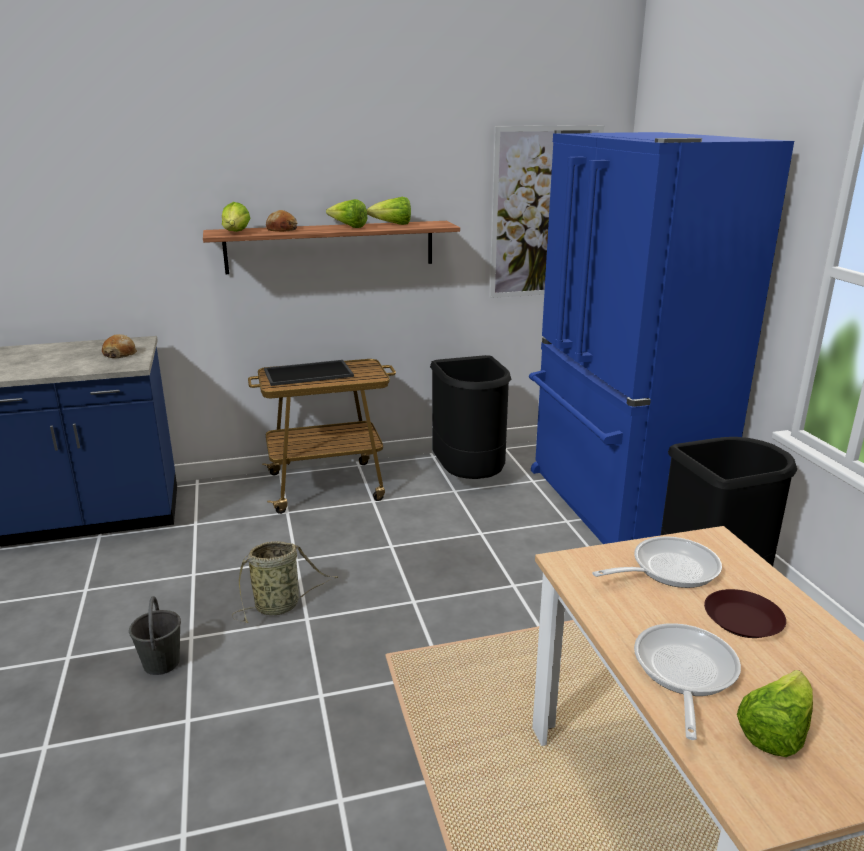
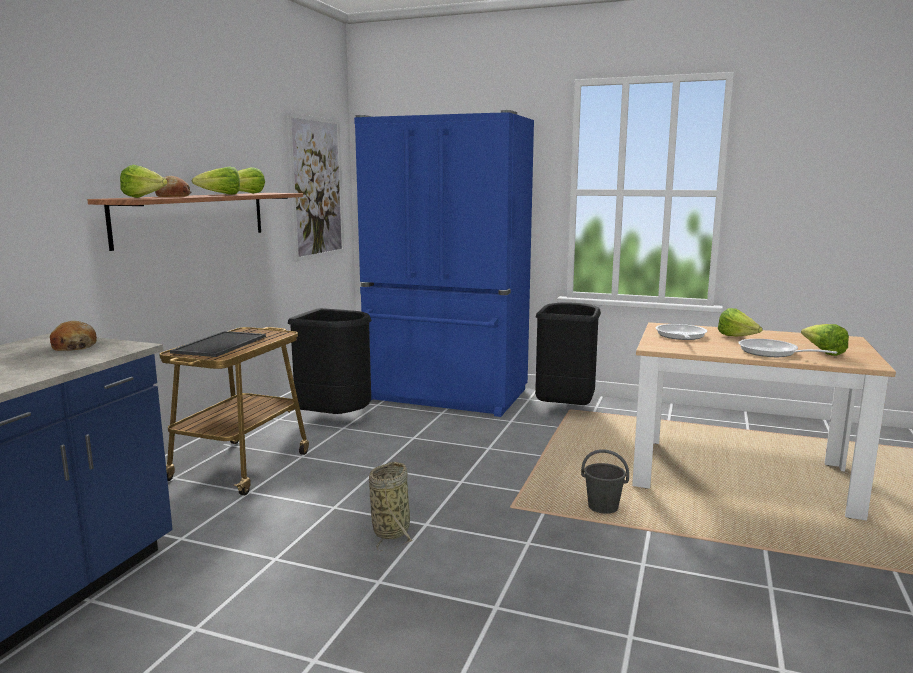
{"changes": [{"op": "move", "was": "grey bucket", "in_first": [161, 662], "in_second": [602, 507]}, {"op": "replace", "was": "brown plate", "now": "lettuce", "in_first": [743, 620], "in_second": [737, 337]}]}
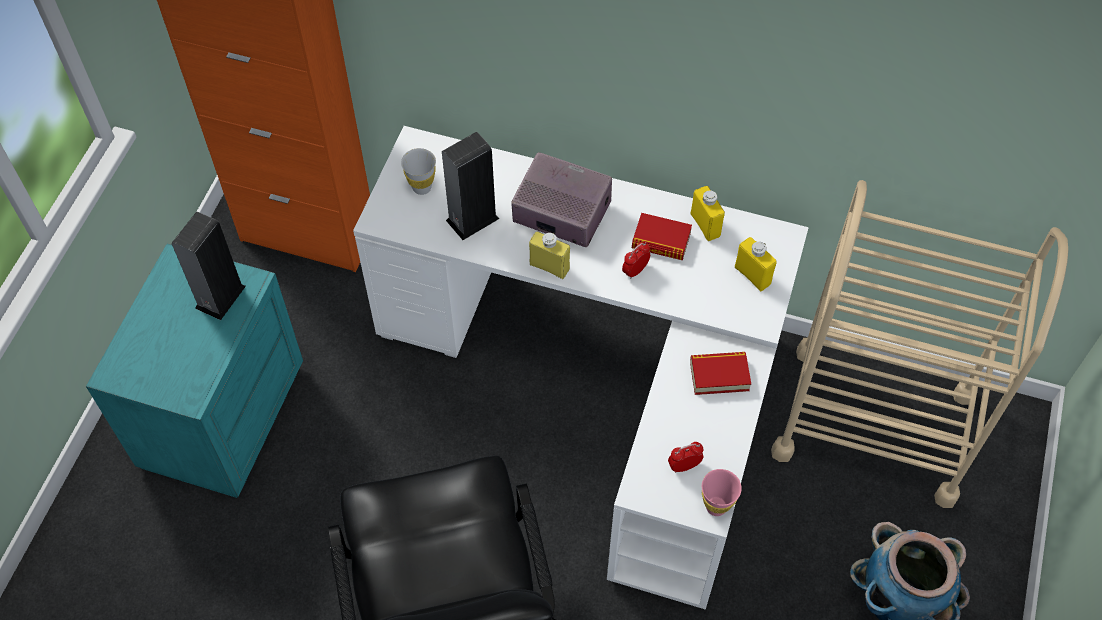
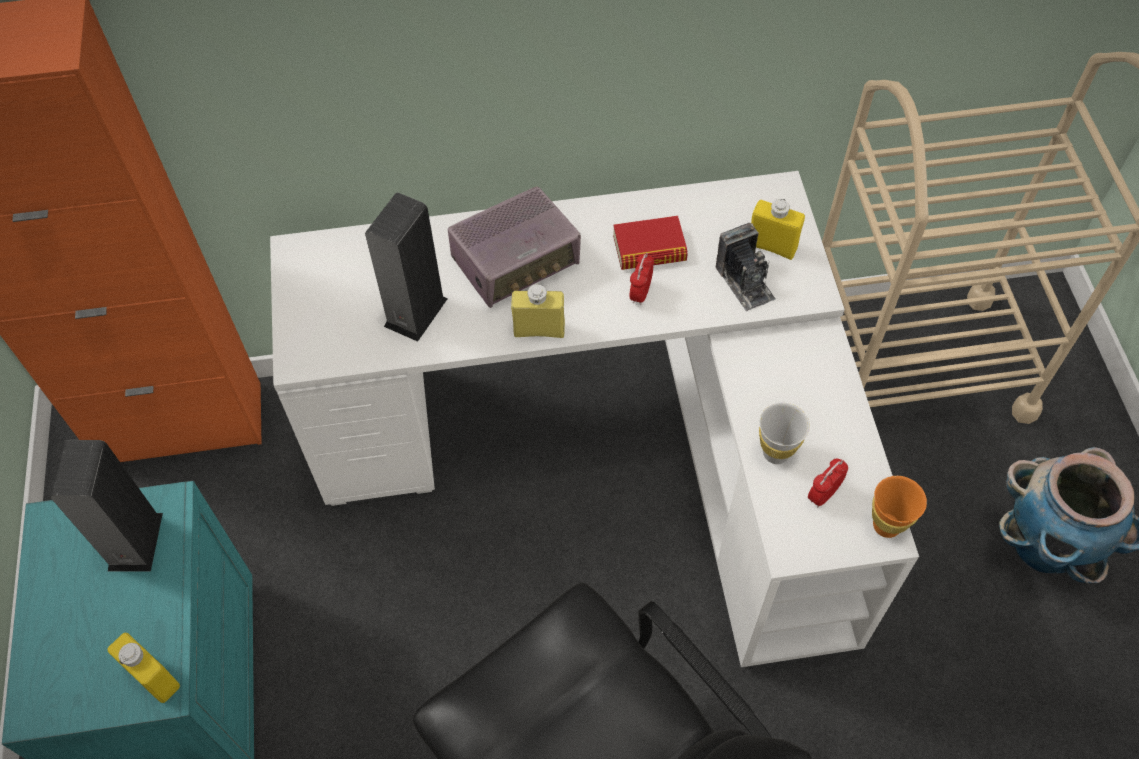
{"changes": [{"op": "delete", "was": "book", "in_first": [719, 376]}, {"op": "insert", "now": "photo camera", "in_second": [744, 282]}, {"op": "move", "was": "white cup", "in_first": [422, 187], "in_second": [776, 453]}, {"op": "move", "was": "yellow bottle", "in_first": [705, 225], "in_second": [153, 677]}, {"op": "recolor", "was": "pink cup", "now": "orange cup", "in_first": [716, 506], "in_second": [886, 525]}, {"op": "rotate", "was": "radio", "in_first": [561, 212], "in_second": [516, 261], "clockwise": 150}]}
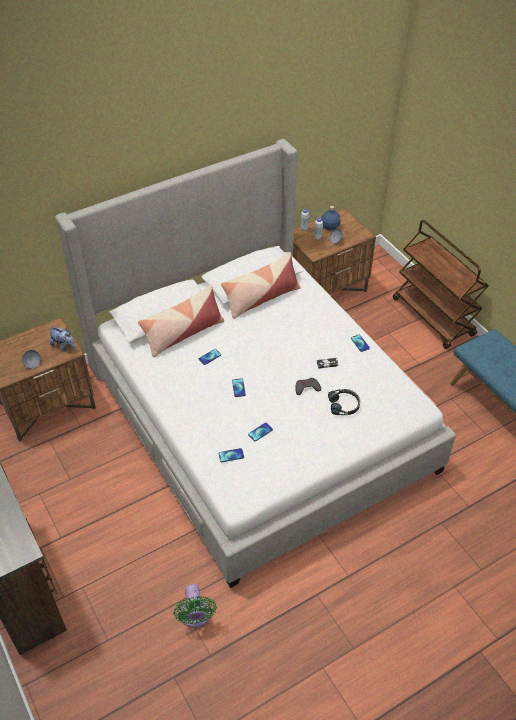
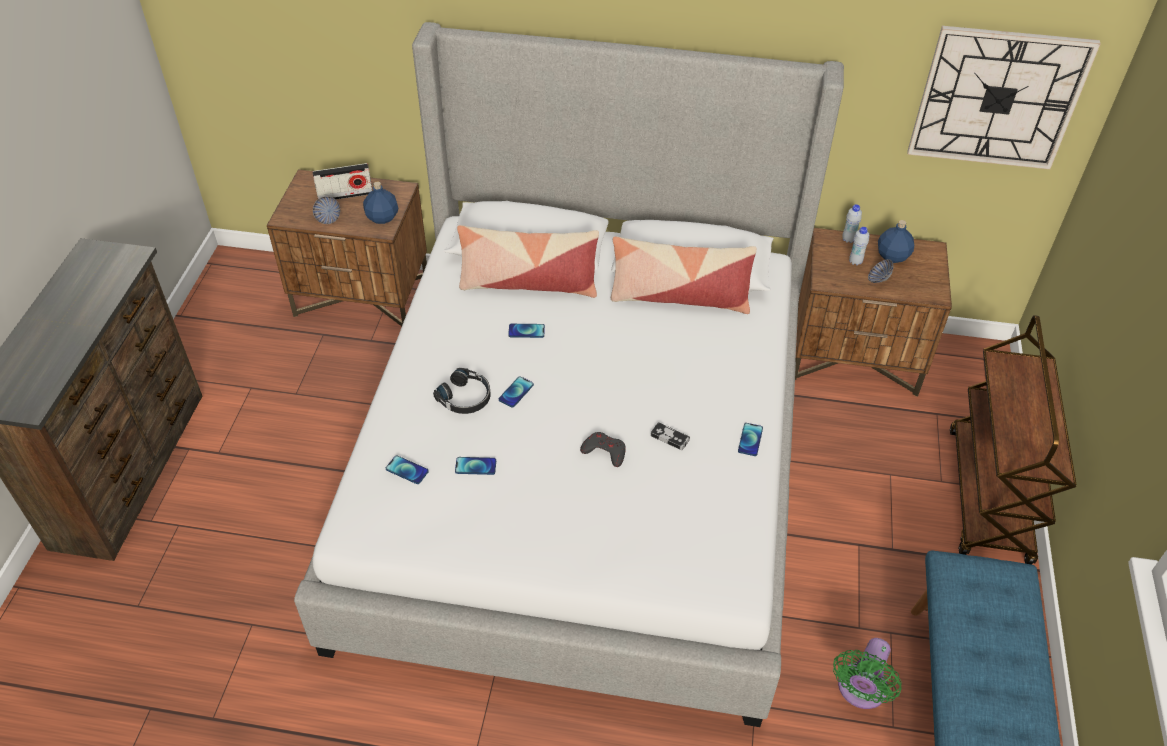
{"changes": [{"op": "insert", "now": "radio", "in_second": [345, 195]}, {"op": "insert", "now": "wall clock", "in_second": [998, 98]}, {"op": "move", "was": "green fan", "in_first": [195, 617], "in_second": [860, 691]}, {"op": "move", "was": "black headphones", "in_first": [344, 405], "in_second": [465, 397]}, {"op": "replace", "was": "plush toy", "now": "blue bottle", "in_first": [64, 346], "in_second": [383, 218]}]}
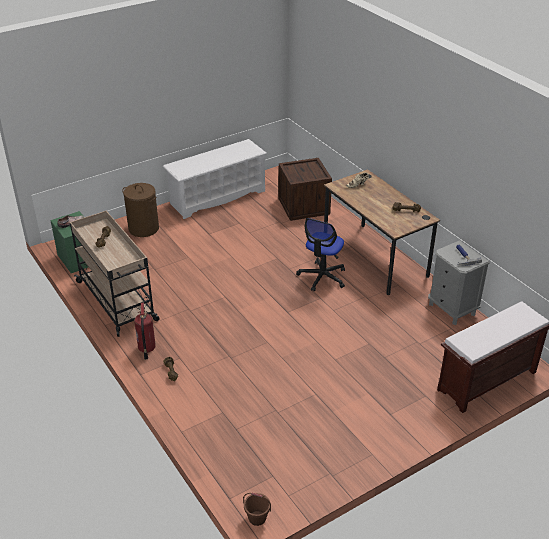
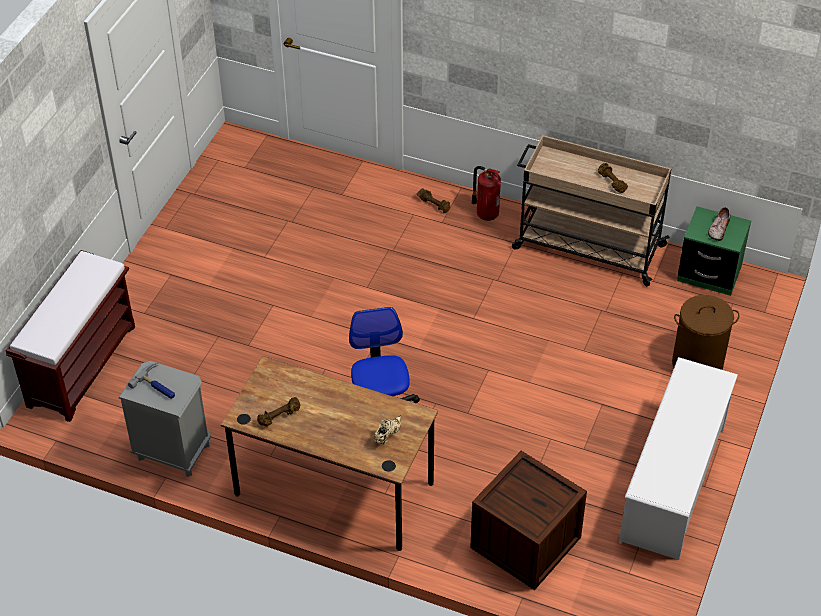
{"changes": [{"op": "delete", "was": "brown bucket", "in_first": [257, 518]}]}
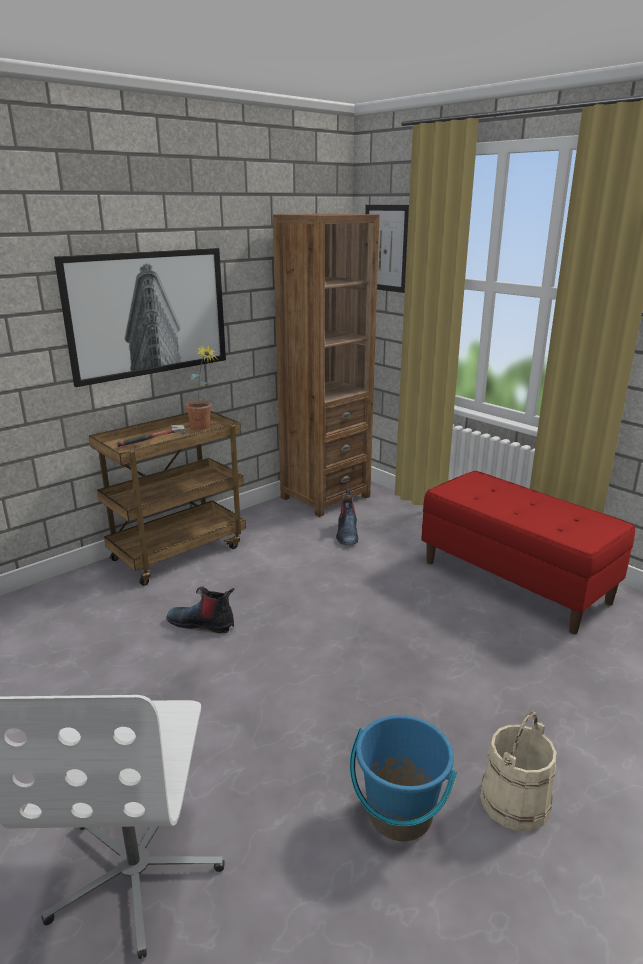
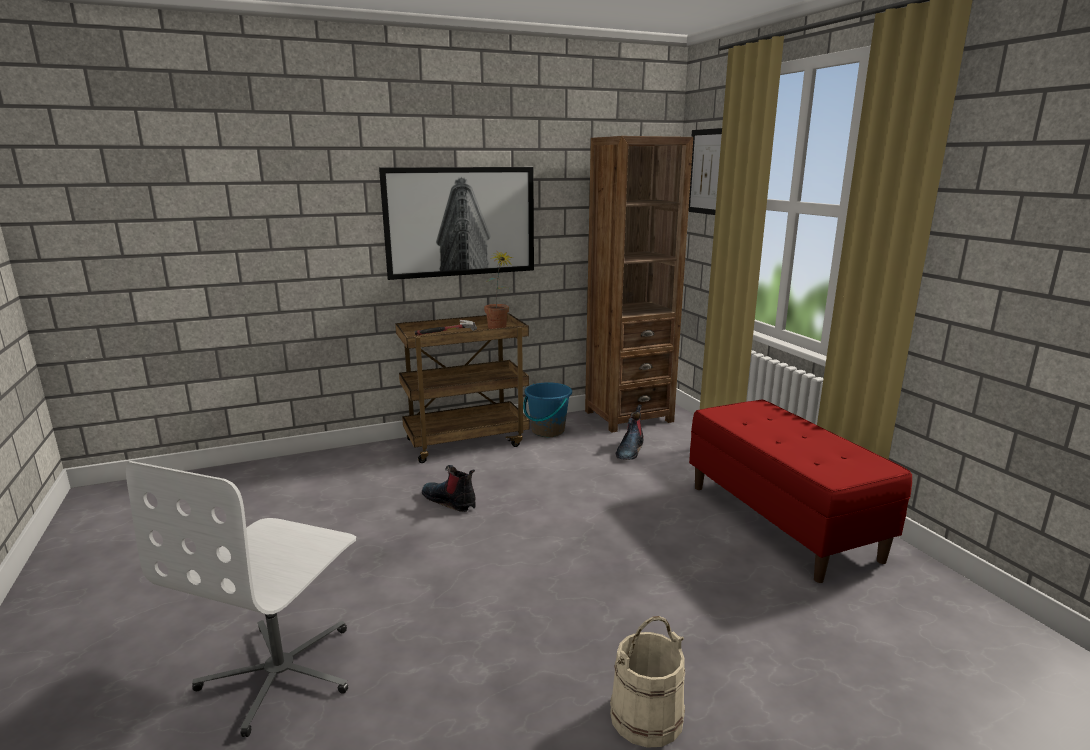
{"changes": [{"op": "move", "was": "blue bucket", "in_first": [399, 814], "in_second": [547, 431]}]}
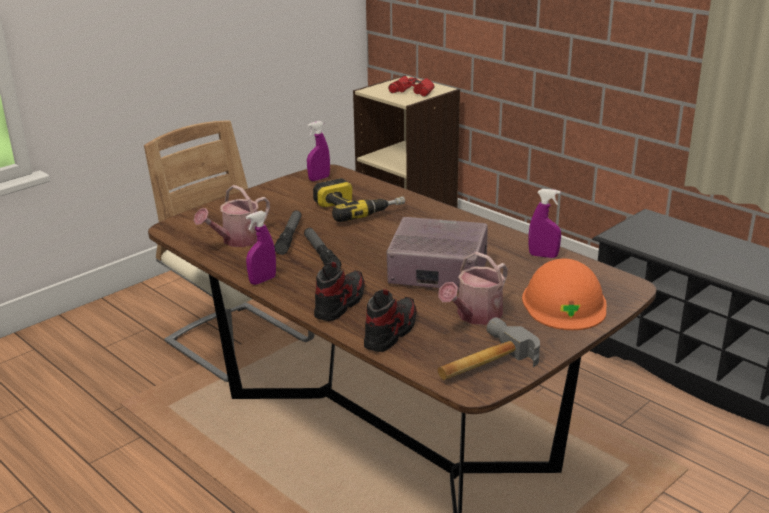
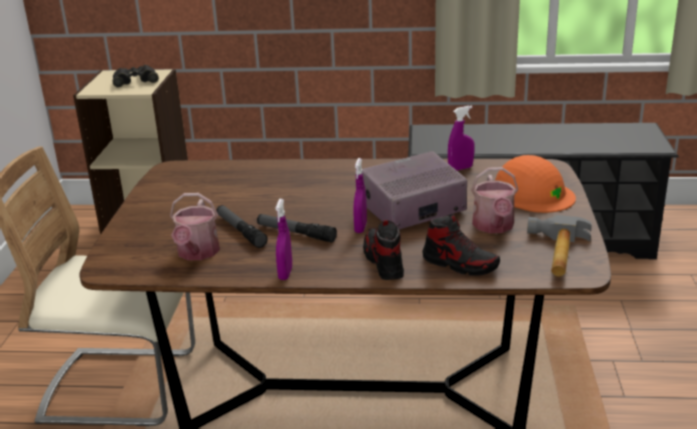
{"changes": [{"op": "delete", "was": "power drill", "in_first": [357, 208]}, {"op": "move", "was": "purple spray bottle", "in_first": [319, 179], "in_second": [360, 228]}, {"op": "recolor", "was": "red binoculars", "now": "black binoculars", "in_first": [413, 91], "in_second": [135, 81]}, {"op": "rotate", "was": "shoe", "in_first": [390, 332], "in_second": [460, 264], "clockwise": 135}]}
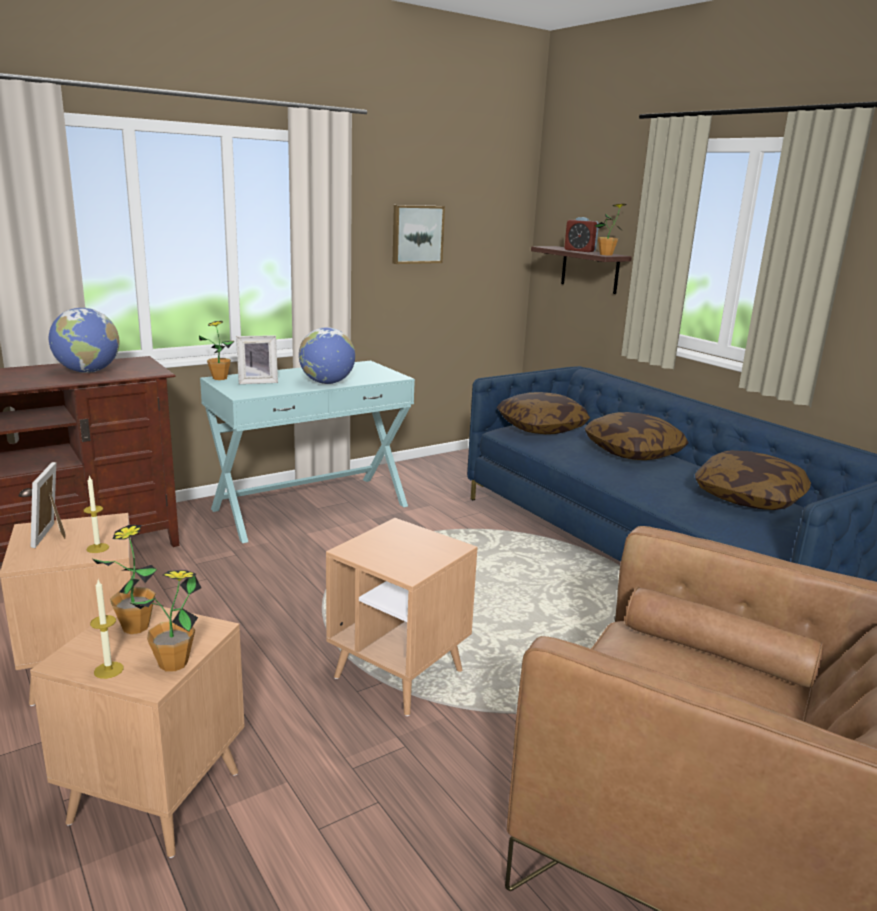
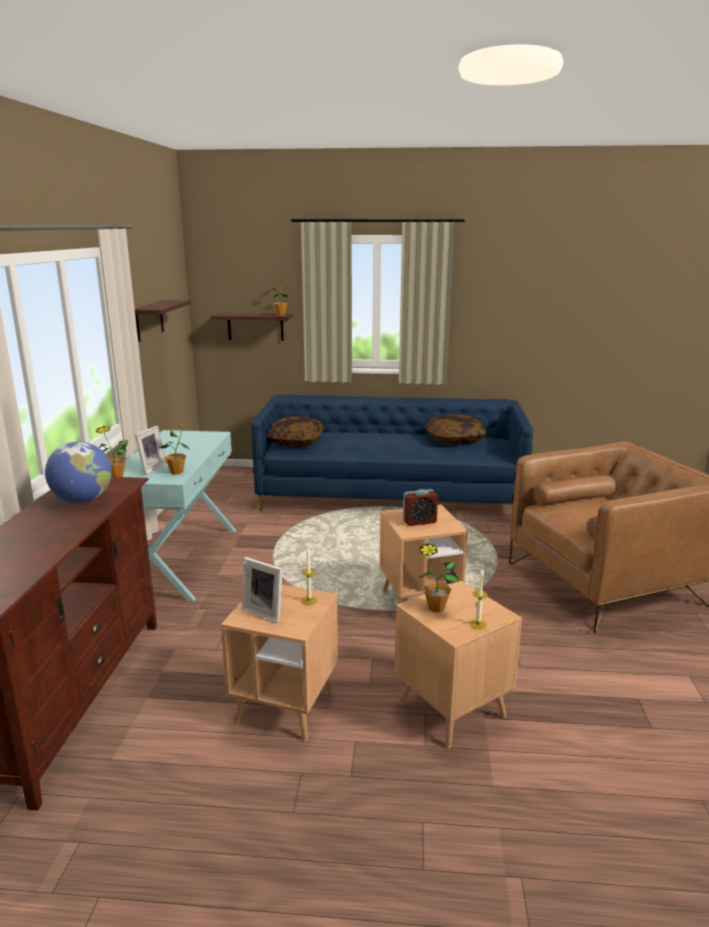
{"changes": [{"op": "delete", "was": "globe", "in_first": [327, 383]}, {"op": "delete", "was": "pillow", "in_first": [633, 452]}, {"op": "move", "was": "potted plant", "in_first": [173, 663], "in_second": [177, 472]}, {"op": "move", "was": "alarm clock", "in_first": [580, 250], "in_second": [419, 521]}, {"op": "replace", "was": "picture", "now": "shelf", "in_first": [416, 234], "in_second": [149, 320]}]}
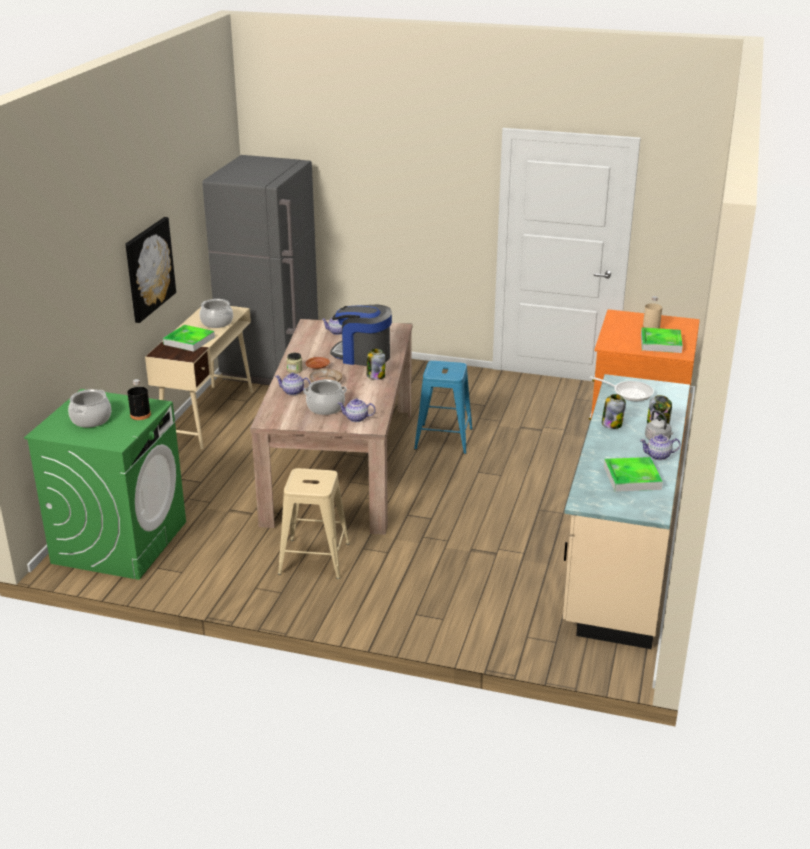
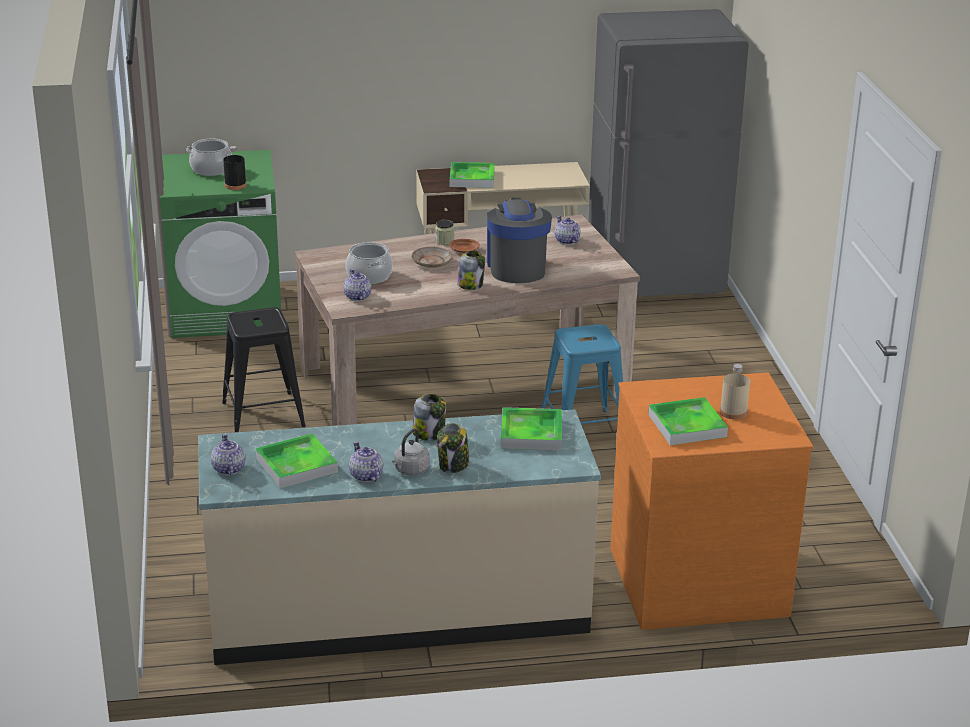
{"changes": [{"op": "delete", "was": "picture", "in_first": [149, 269]}, {"op": "delete", "was": "cooking pot", "in_first": [216, 323]}, {"op": "move", "was": "teapot", "in_first": [293, 392], "in_second": [228, 469]}, {"op": "replace", "was": "frying pan", "now": "tray", "in_first": [629, 393], "in_second": [531, 433]}, {"op": "recolor", "was": "beige stool", "now": "black stool", "in_first": [315, 558], "in_second": [264, 415]}]}
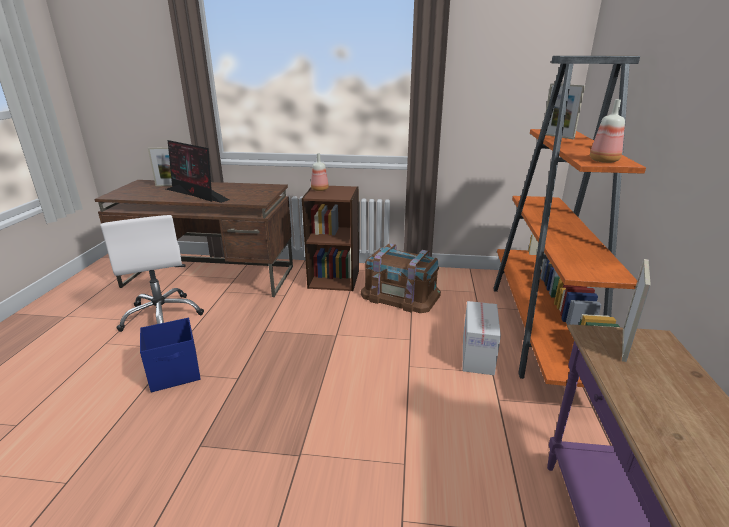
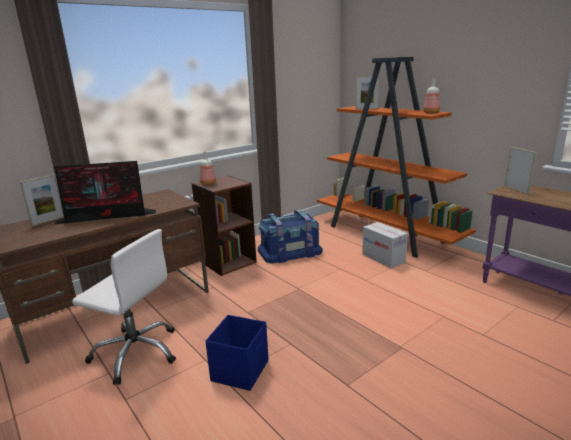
{"changes": [{"op": "recolor", "was": "brown storage box", "now": "blue storage box", "in_first": [400, 295], "in_second": [289, 251]}]}
